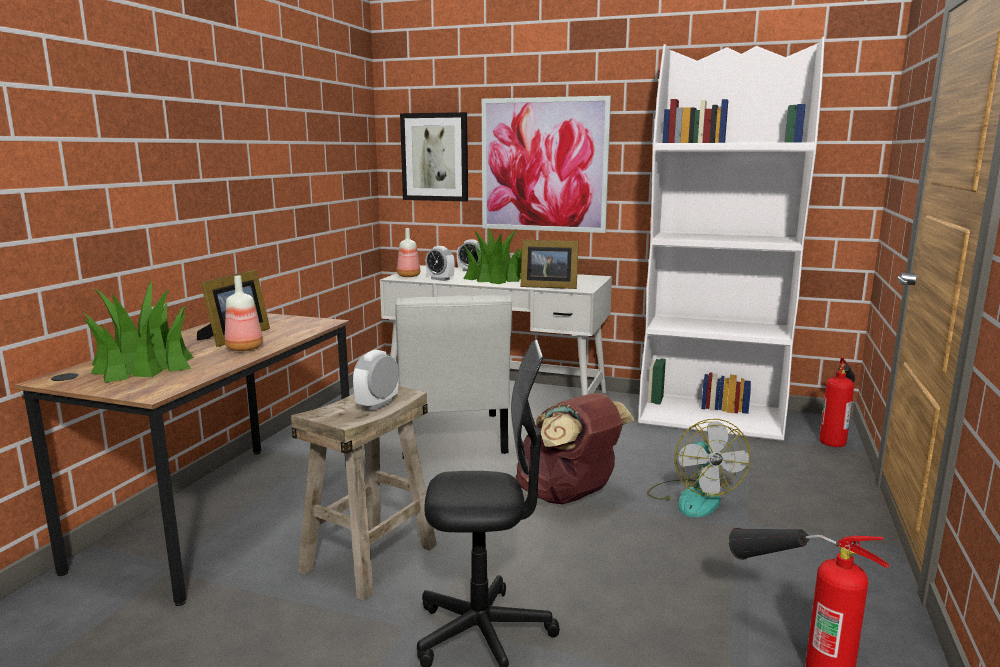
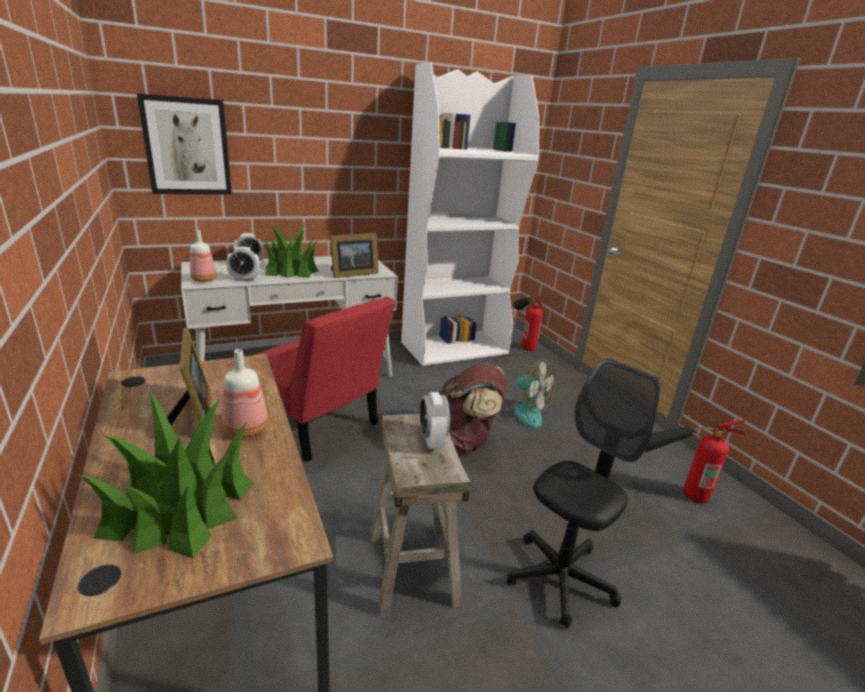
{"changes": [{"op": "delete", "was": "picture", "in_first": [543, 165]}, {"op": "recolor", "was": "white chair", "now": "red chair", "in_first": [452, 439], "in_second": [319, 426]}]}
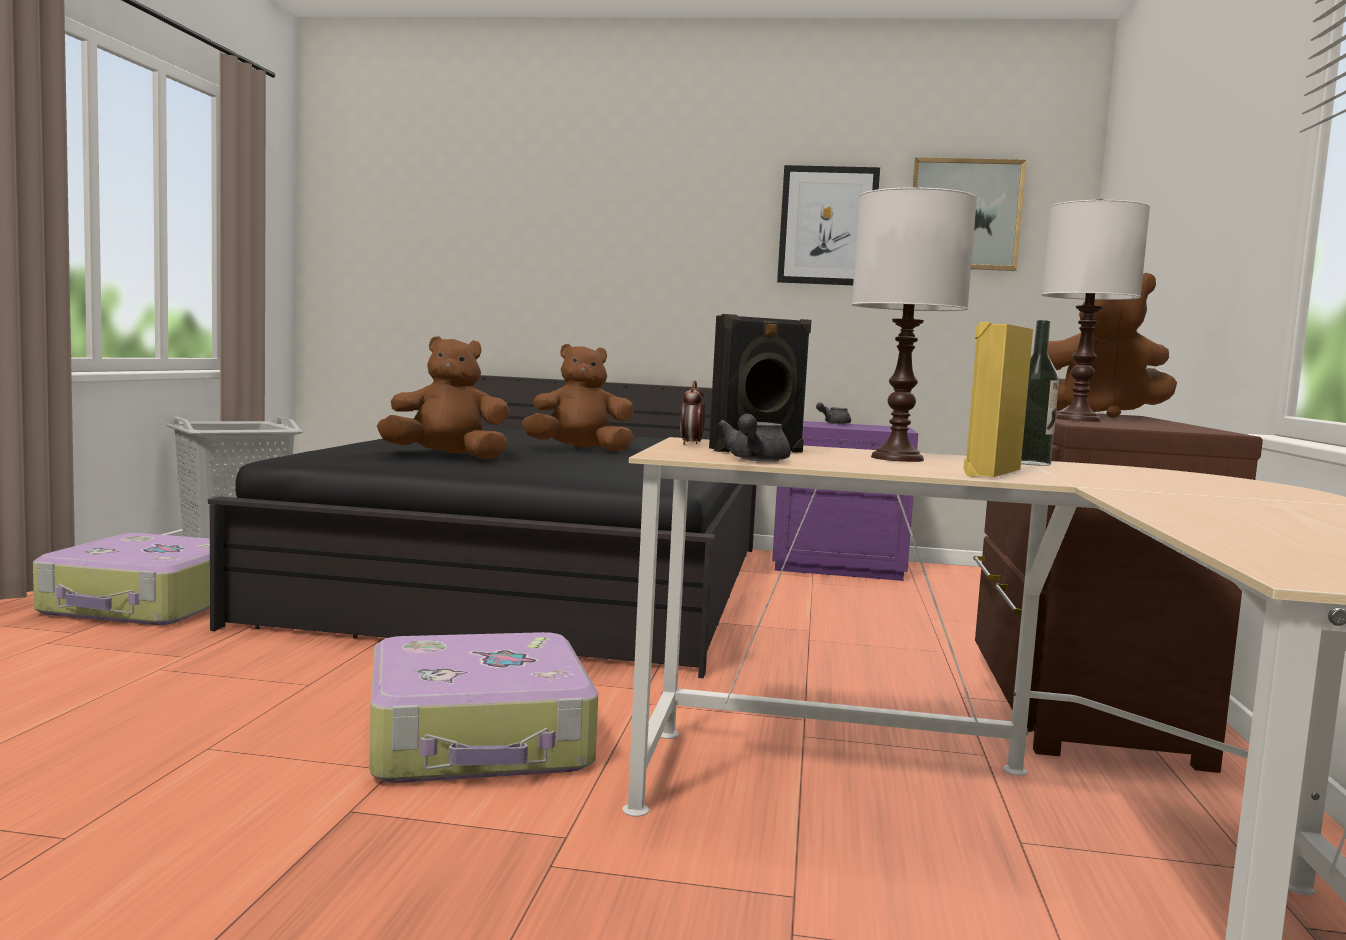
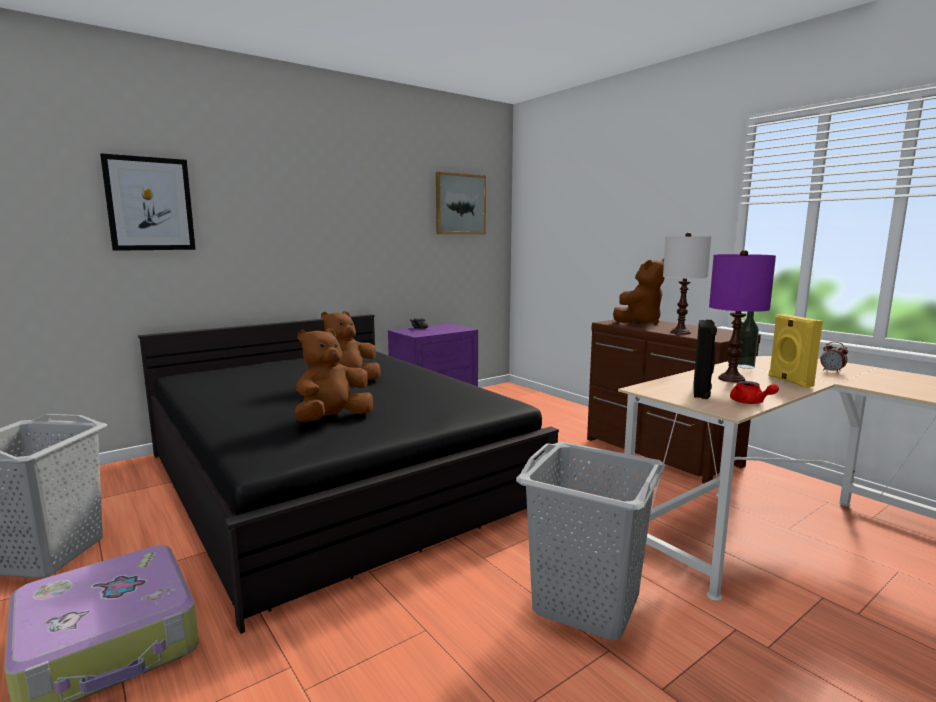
{"changes": [{"op": "move", "was": "alarm clock", "in_first": [691, 444], "in_second": [832, 371]}, {"op": "move", "was": "picture", "in_first": [828, 226], "in_second": [150, 204]}, {"op": "replace", "was": "suitcase", "now": "grey laundry basket", "in_first": [480, 739], "in_second": [585, 602]}, {"op": "recolor", "was": "grey teapot", "now": "red teapot", "in_first": [754, 460], "in_second": [750, 403]}, {"op": "recolor", "was": "white table lamp", "now": "purple table lamp", "in_first": [896, 458], "in_second": [731, 379]}]}
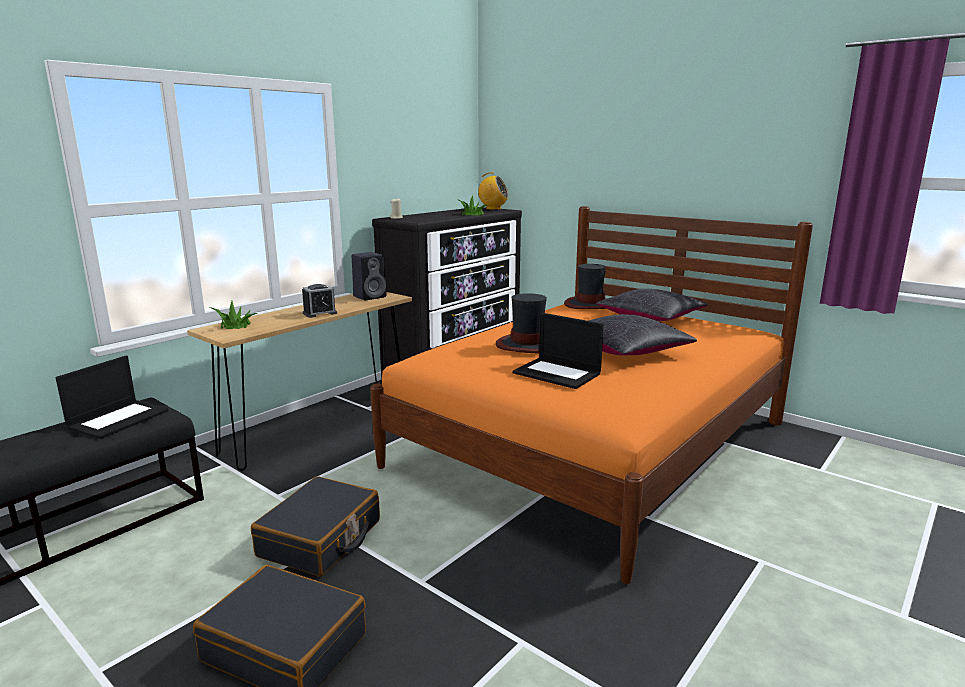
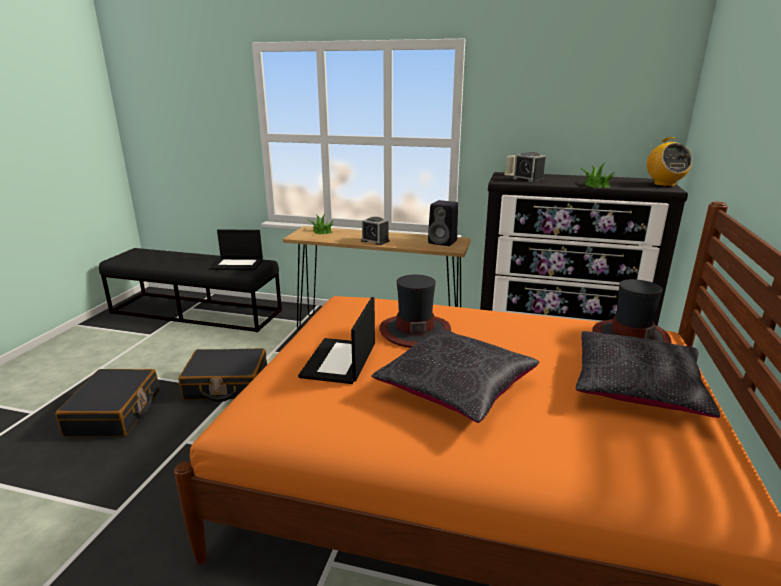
{"changes": [{"op": "insert", "now": "alarm clock", "in_second": [528, 179]}]}
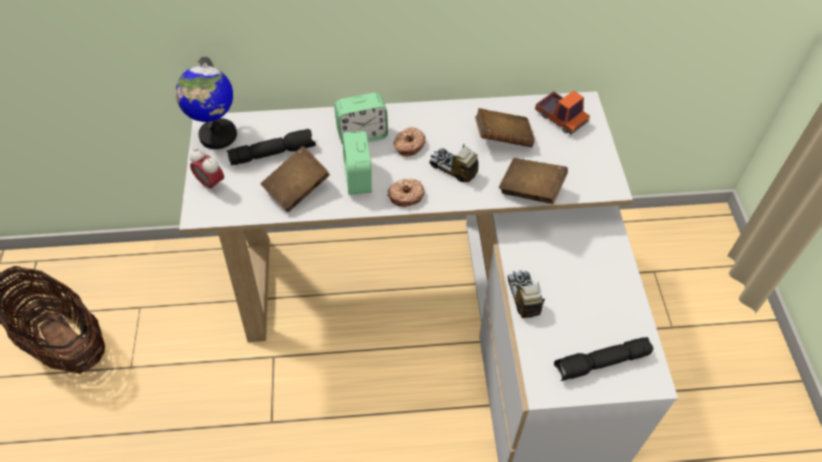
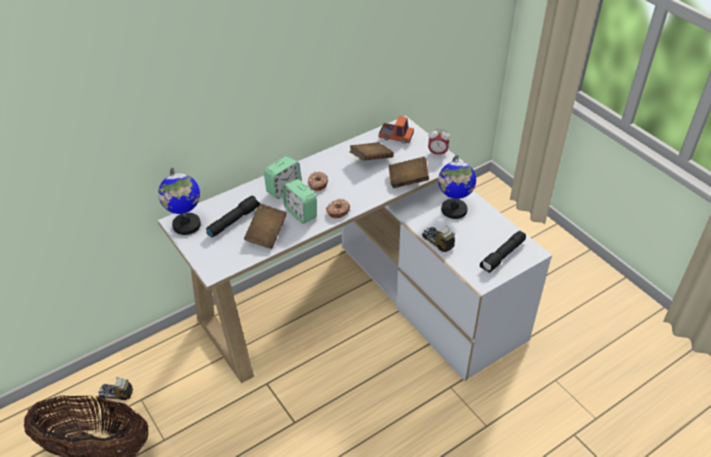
{"changes": [{"op": "insert", "now": "globe", "in_second": [453, 210]}, {"op": "move", "was": "alarm clock", "in_first": [211, 184], "in_second": [437, 153]}, {"op": "move", "was": "toy truck", "in_first": [453, 169], "in_second": [116, 394]}]}
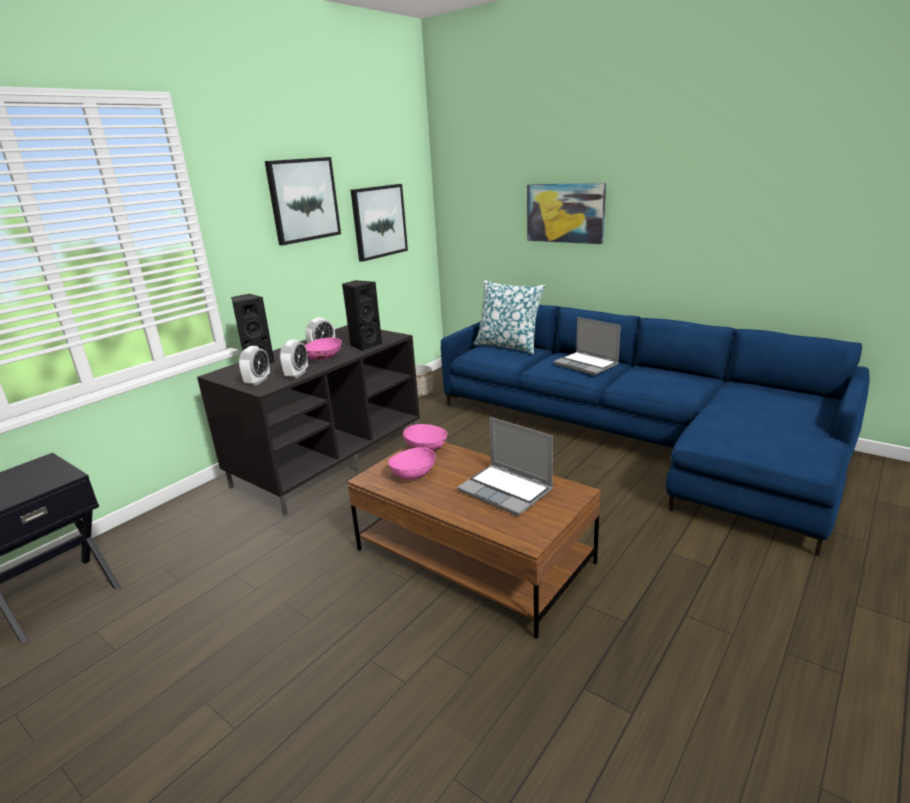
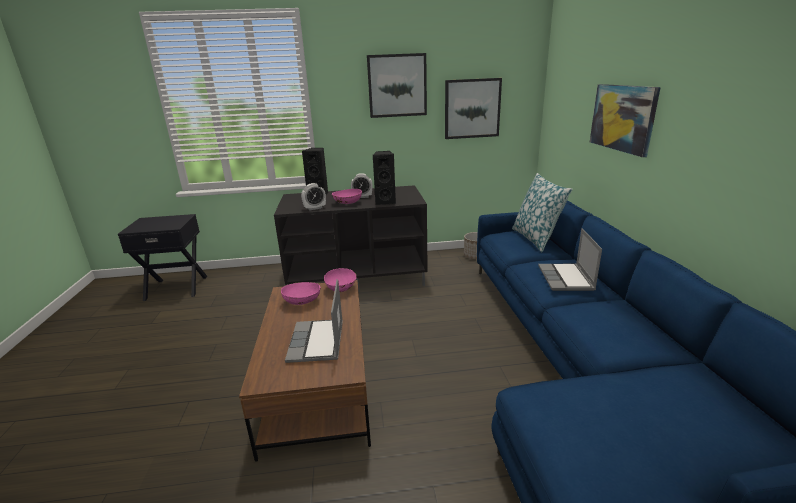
{"changes": [{"op": "delete", "was": "alarm clock", "in_first": [258, 381]}]}
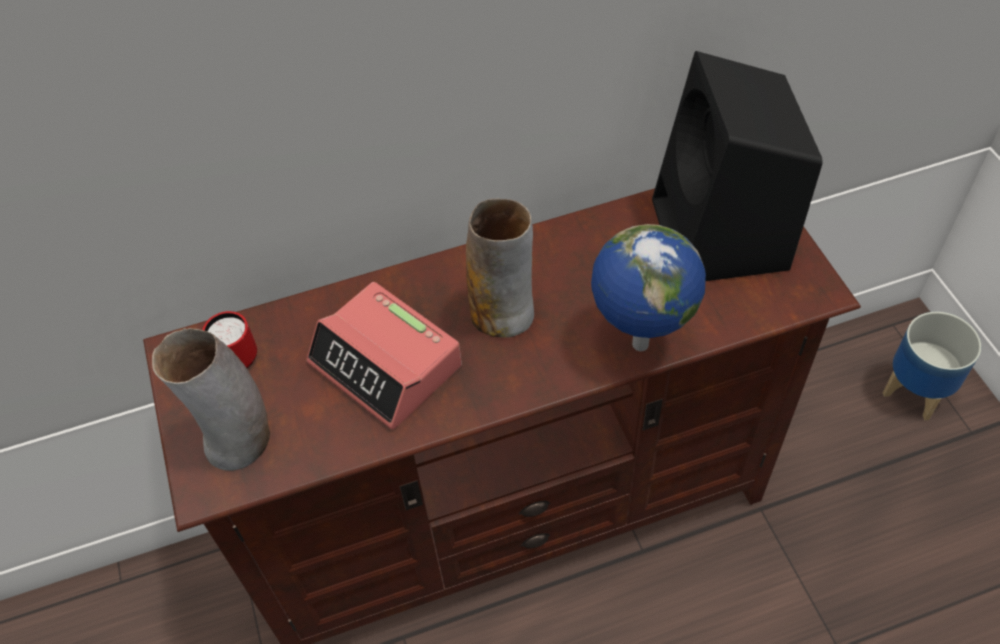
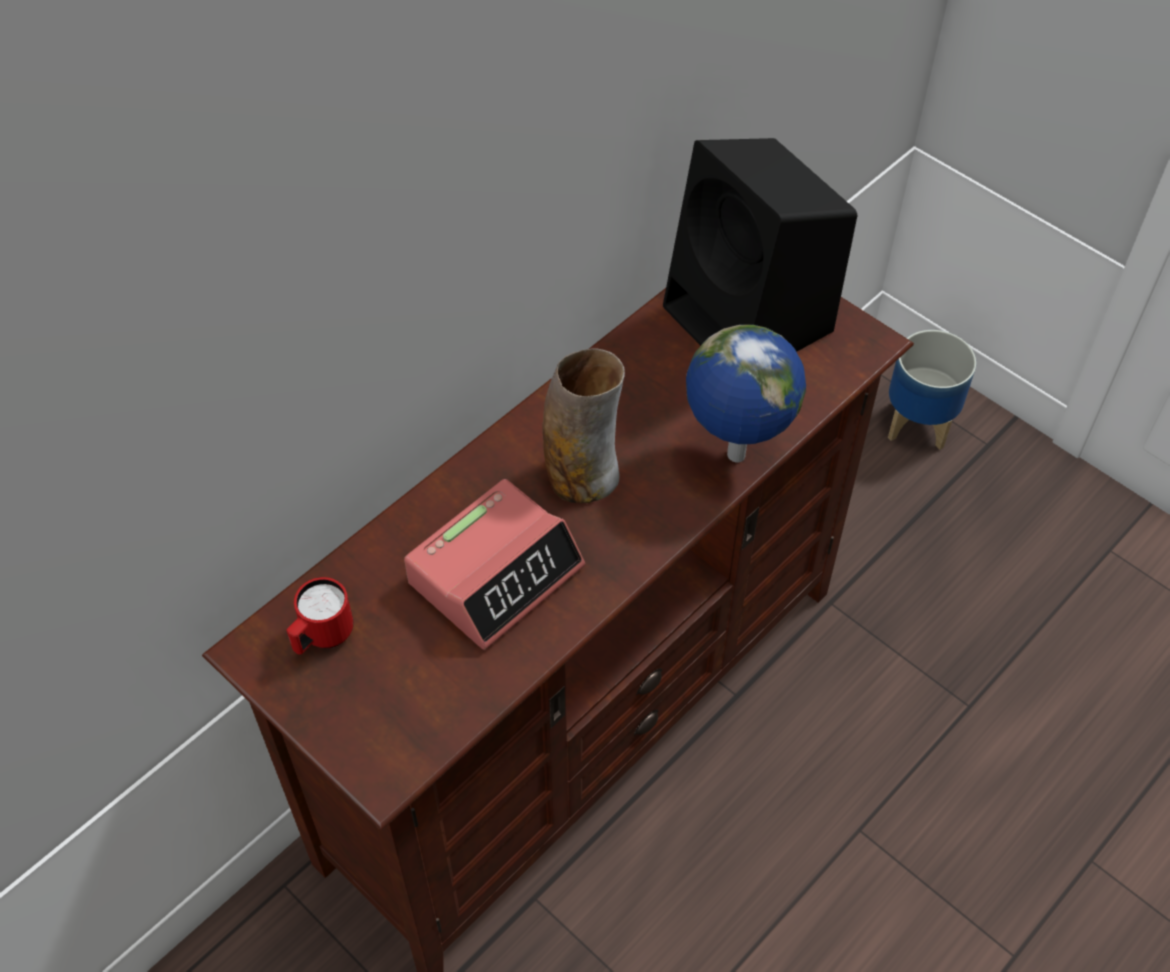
{"changes": [{"op": "delete", "was": "vase", "in_first": [239, 441]}, {"op": "rotate", "was": "alarm clock", "in_first": [386, 365], "in_second": [496, 574], "clockwise": -60}]}
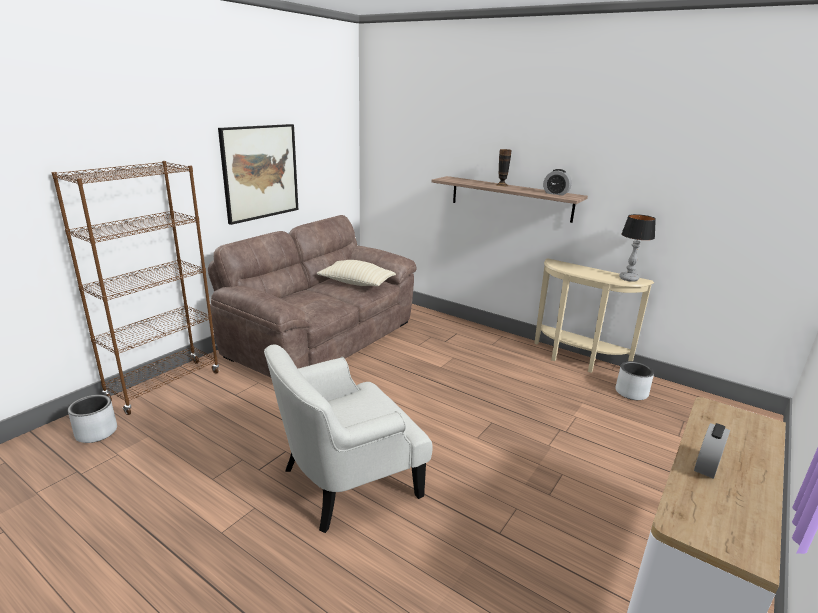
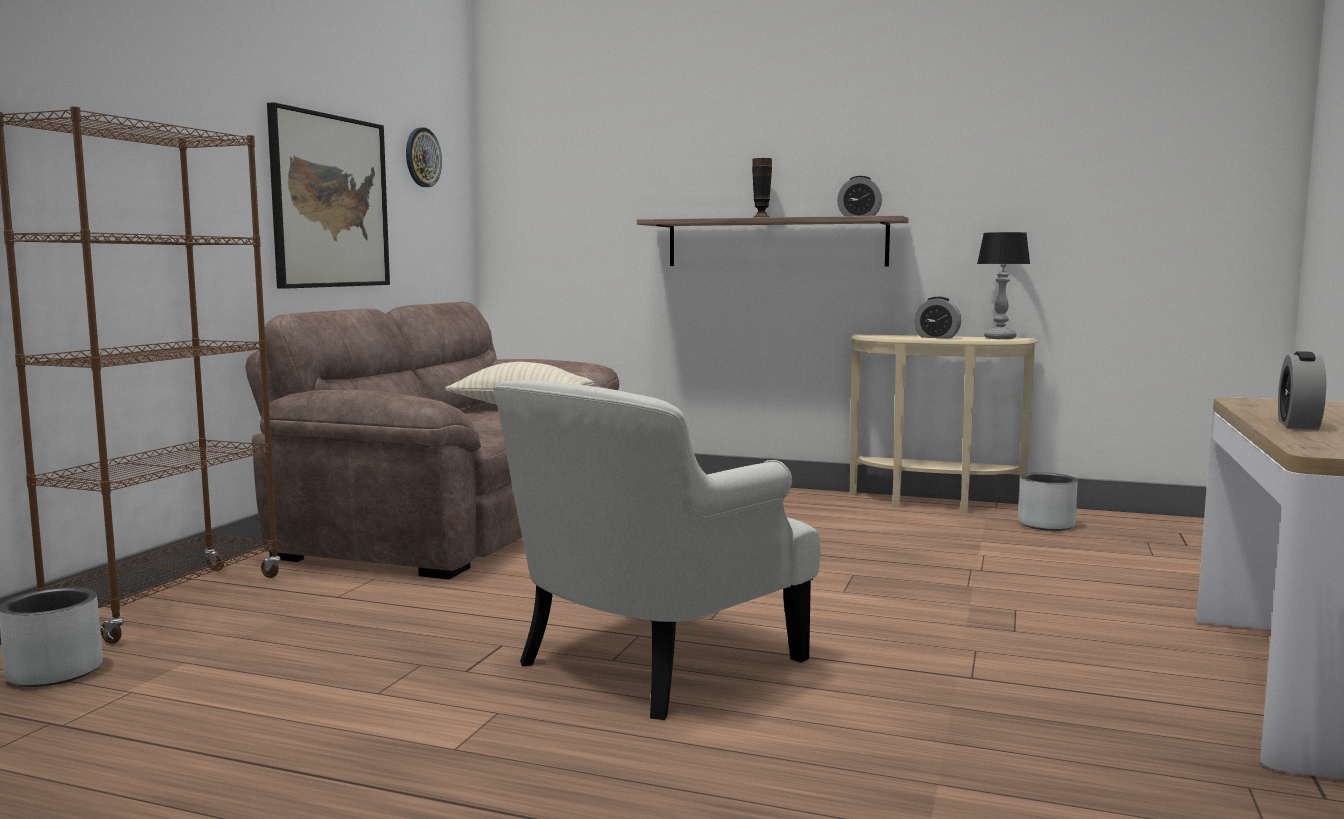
{"changes": [{"op": "insert", "now": "wall clock", "in_second": [422, 157]}, {"op": "insert", "now": "alarm clock", "in_second": [936, 337]}]}
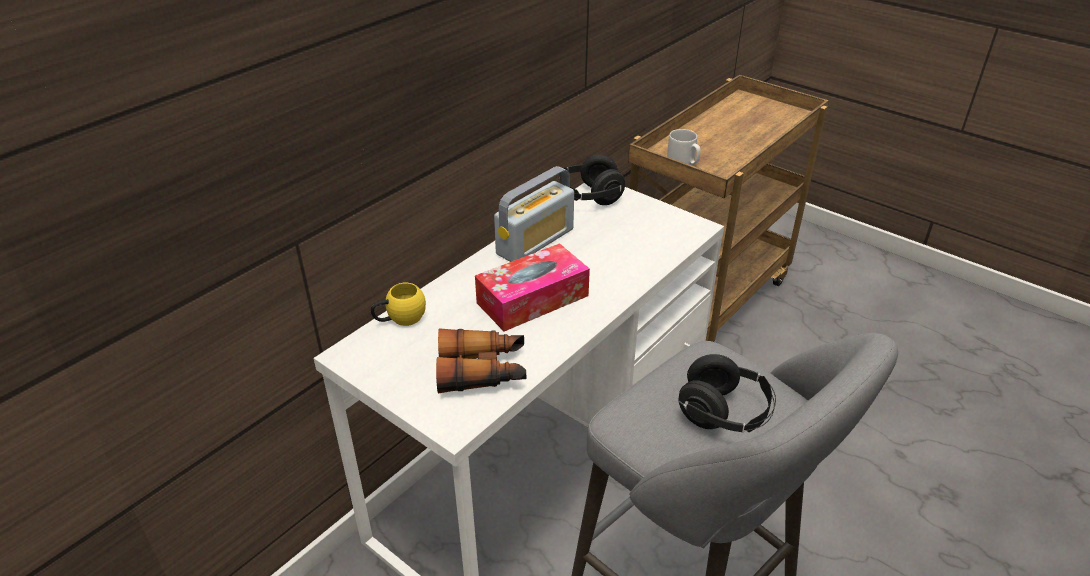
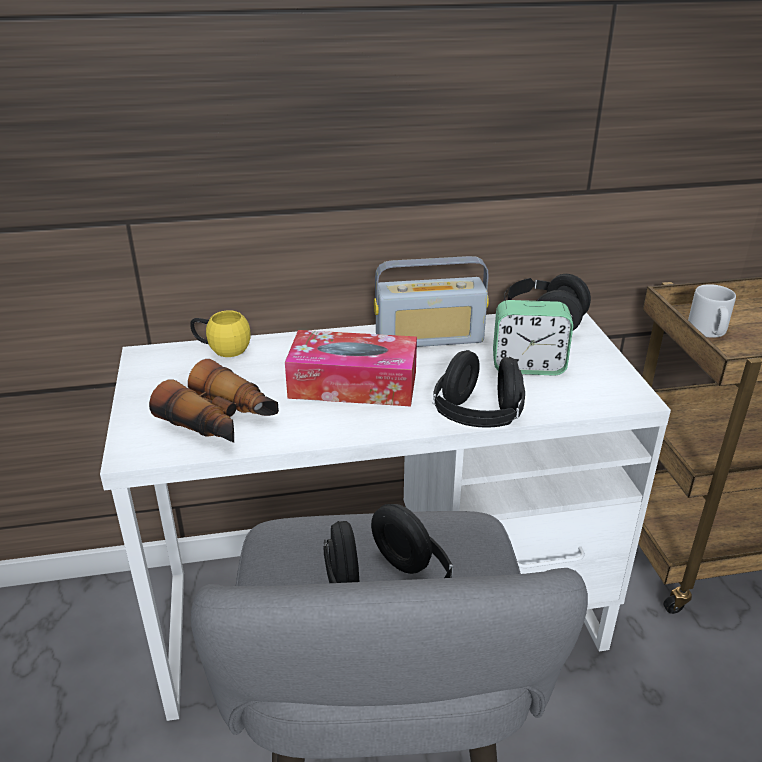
{"changes": [{"op": "insert", "now": "black headphones", "in_second": [478, 416]}, {"op": "insert", "now": "alarm clock", "in_second": [528, 366]}]}
